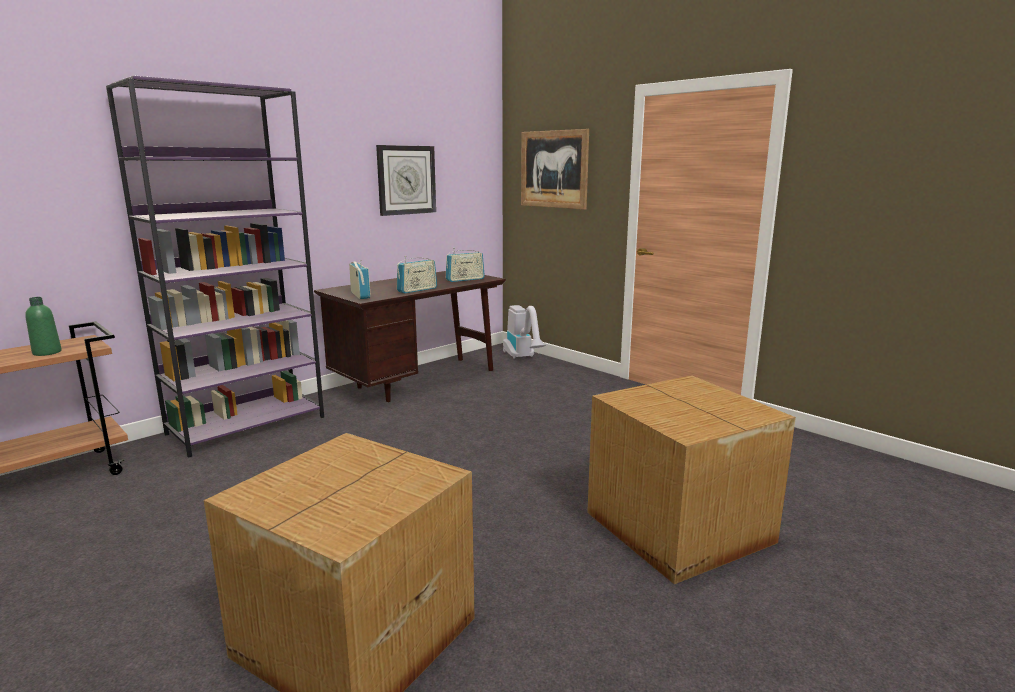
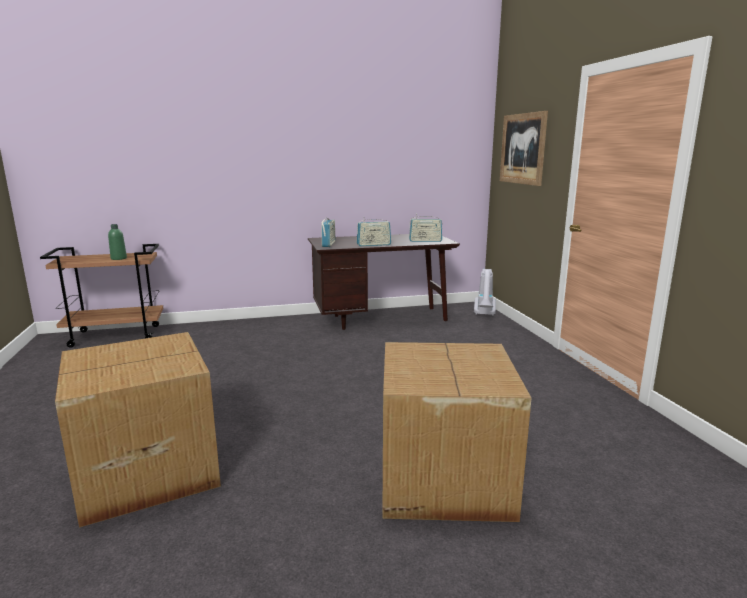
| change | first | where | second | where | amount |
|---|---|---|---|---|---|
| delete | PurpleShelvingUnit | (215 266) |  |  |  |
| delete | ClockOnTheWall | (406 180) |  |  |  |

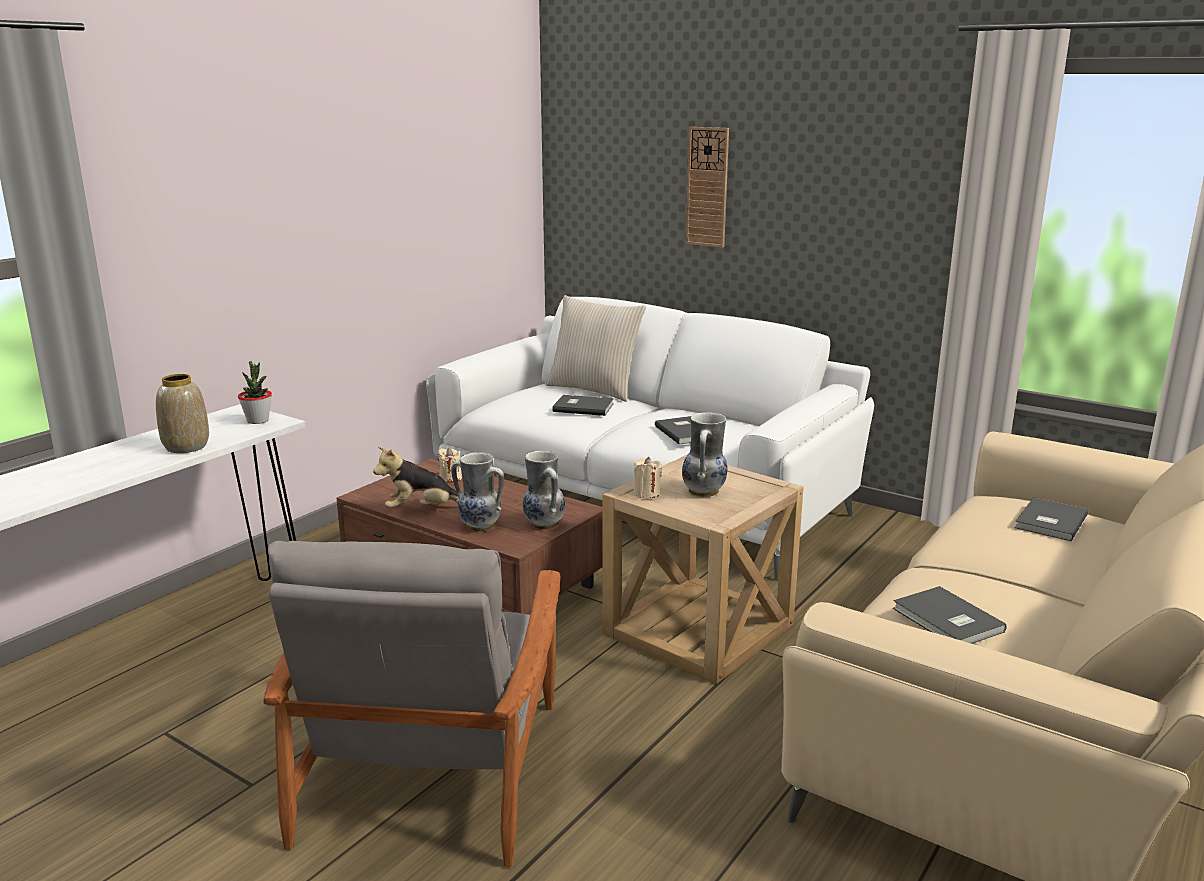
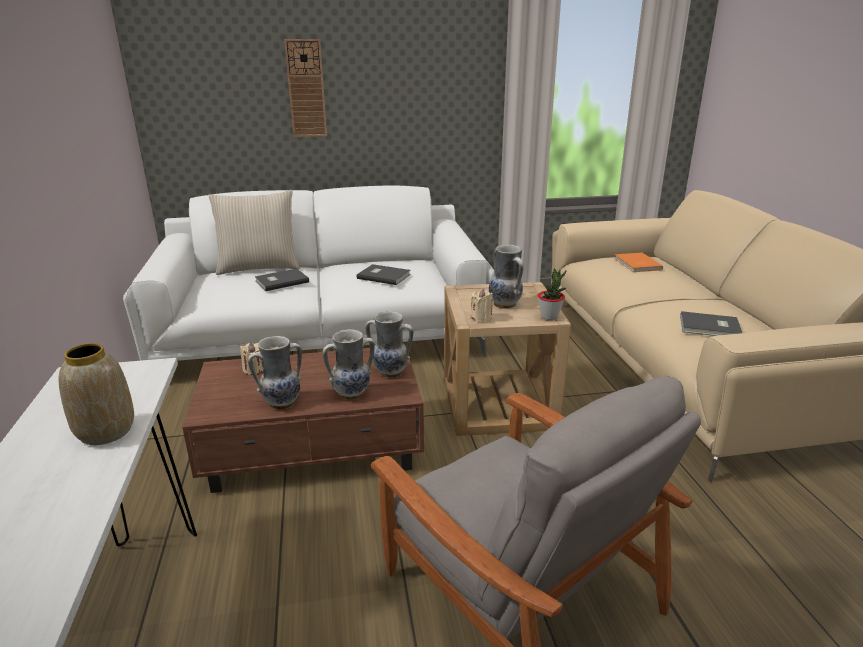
| change | first | where | second | where | amount |
|---|---|---|---|---|---|
| replace | CuddlyToy | (416 477) | FlowerVase | (275 373) |  |
| move | PottedPlant | (255 392) |  | (552 294) |  |
| recolor | GreyVolume | (1051 519) | OrangeColouredVolume | (638 262) |  |

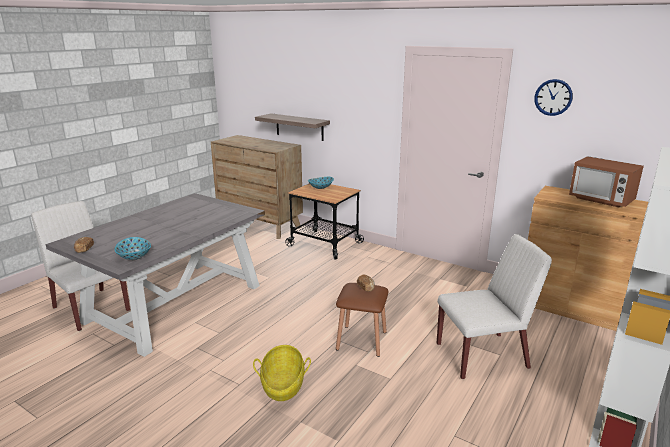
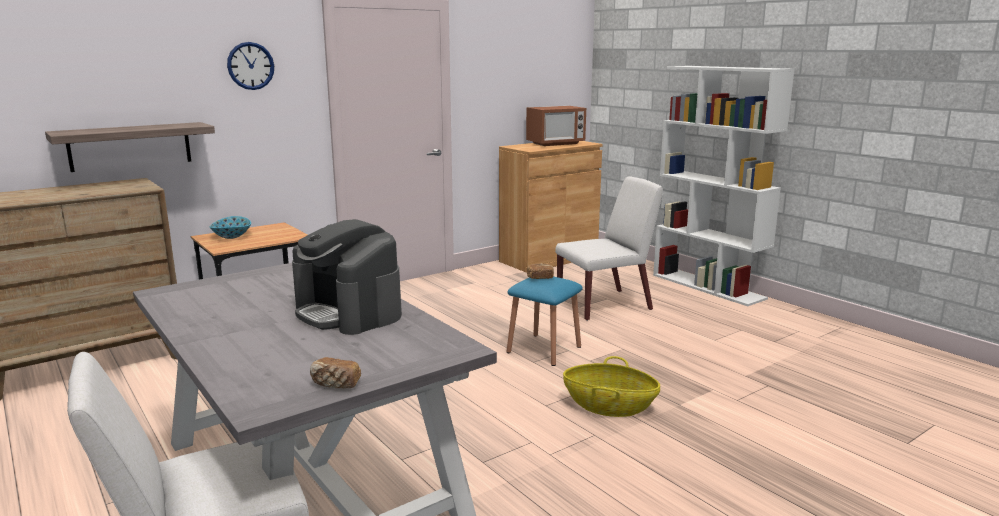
| change | first | where | second | where | amount |
|---|---|---|---|---|---|
| move | ClockOnTheWall | (553 97) |  | (250 66) |  |
| insert |  |  | CoffeeMachine | (347 277) |  |
| recolor | BrownStool | (362 320) | BluishStool | (544 321) |  |
| rotate | WhitishChair | (494 306) |  | (609 248) | 60 degrees clockwise |
| delete | ServingBowl | (133 248) |  |  |  |

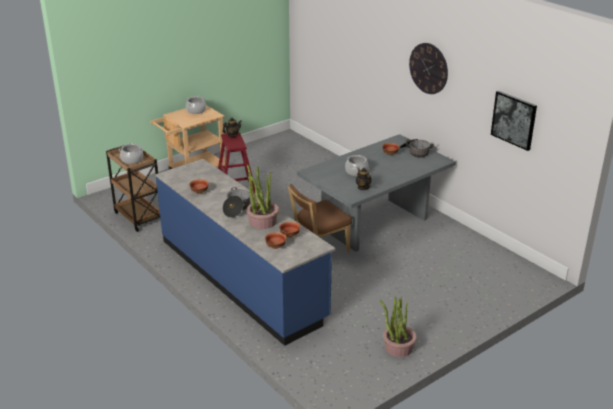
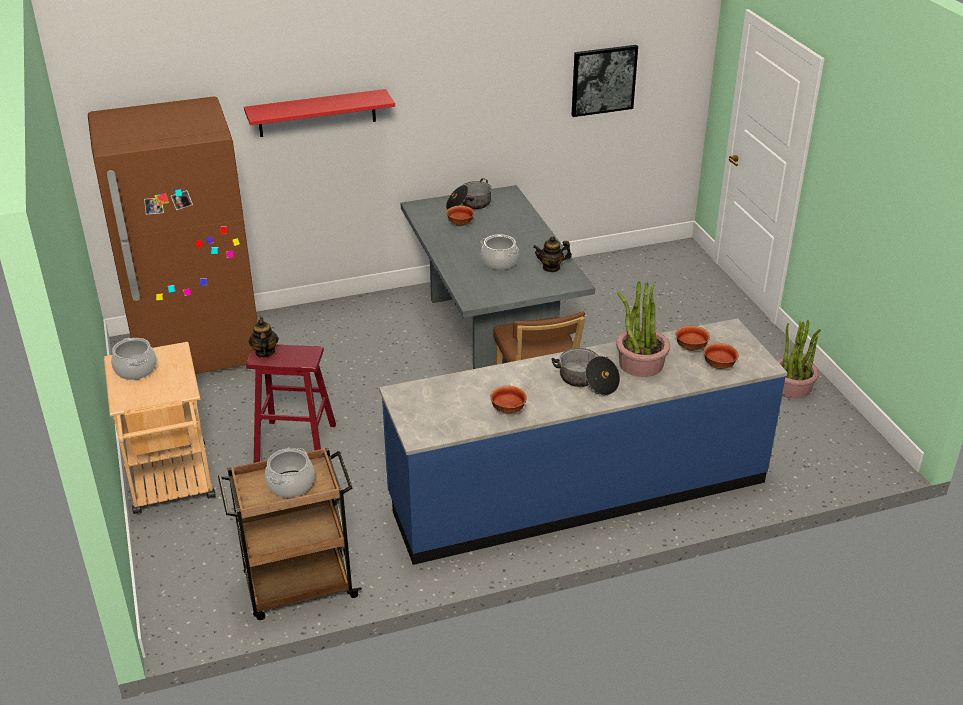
| change | first | where | second | where | amount |
|---|---|---|---|---|---|
| insert |  |  | BrownFridge | (173 235) |  |
| insert |  |  | RedColouredBracketShelf | (319 113) |  |
| delete | ClockOnTheWall | (428 68) |  |  |  |

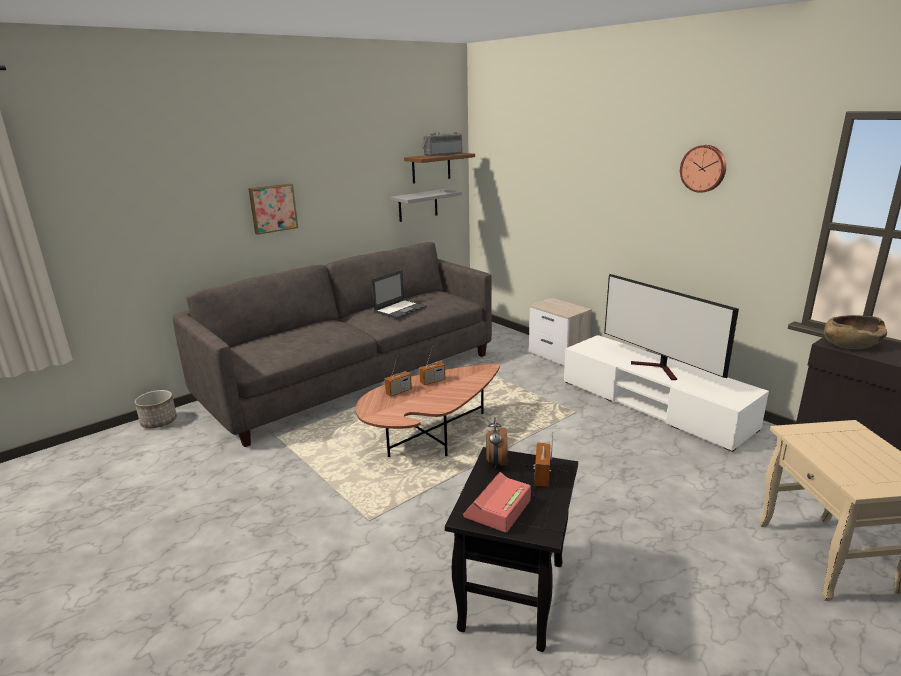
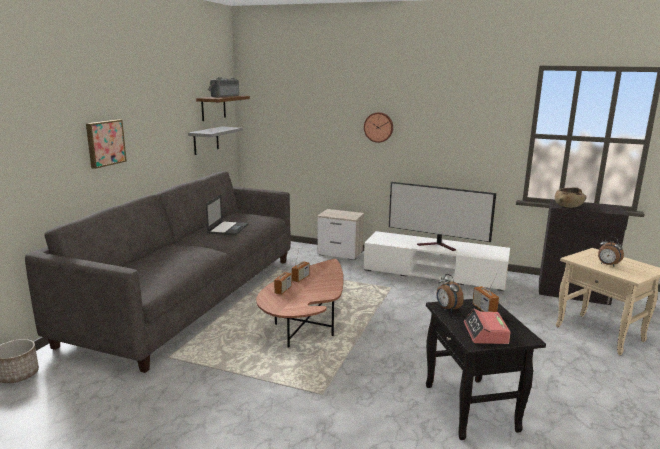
| change | first | where | second | where | amount |
|---|---|---|---|---|---|
| move | ClockOnTheWall | (703 169) |  | (378 127) |  |
| insert |  |  | BedsideClock | (611 251) |  |

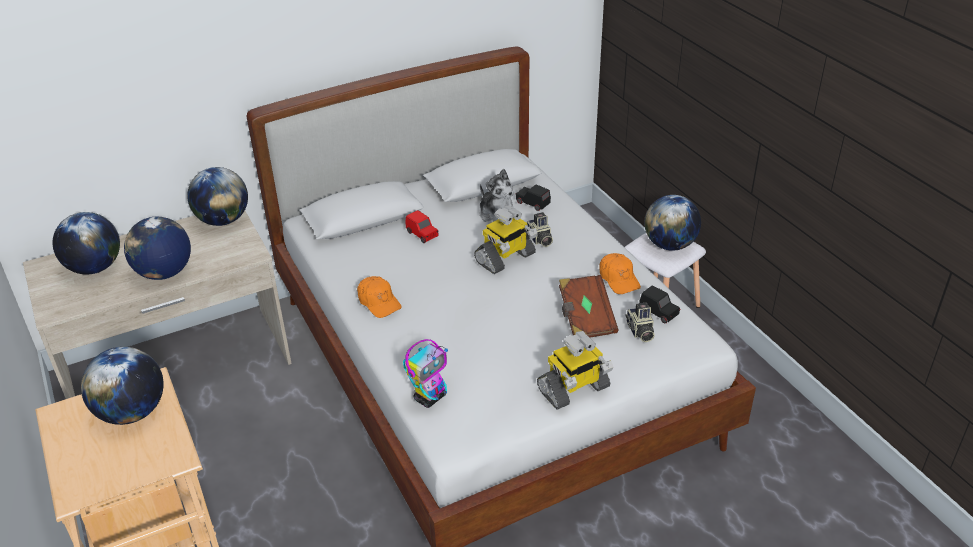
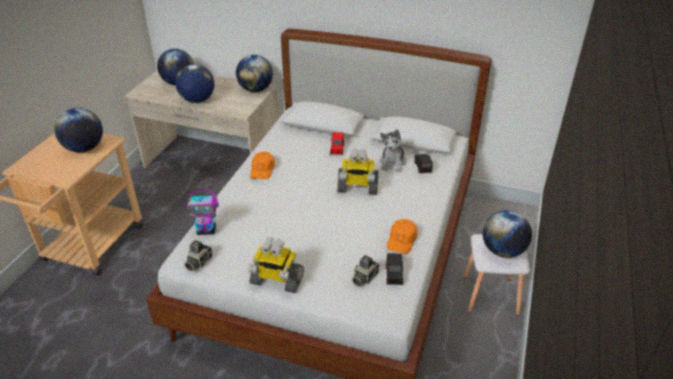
| change | first | where | second | where | amount |
|---|---|---|---|---|---|
| move | PhotoCamera | (540 229) |  | (198 256) |  |
| delete | BrownVolume | (589 306) |  |  |  |

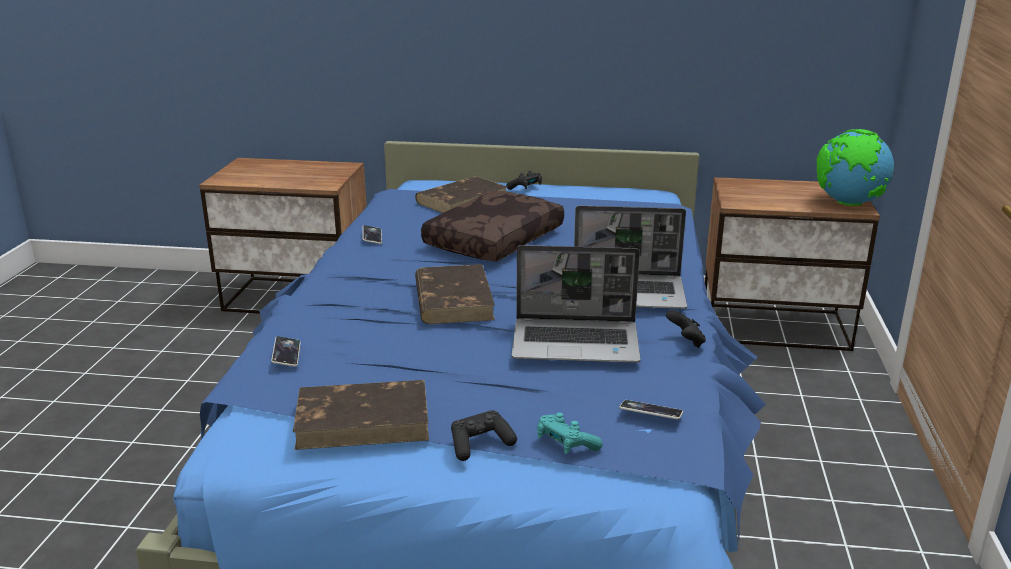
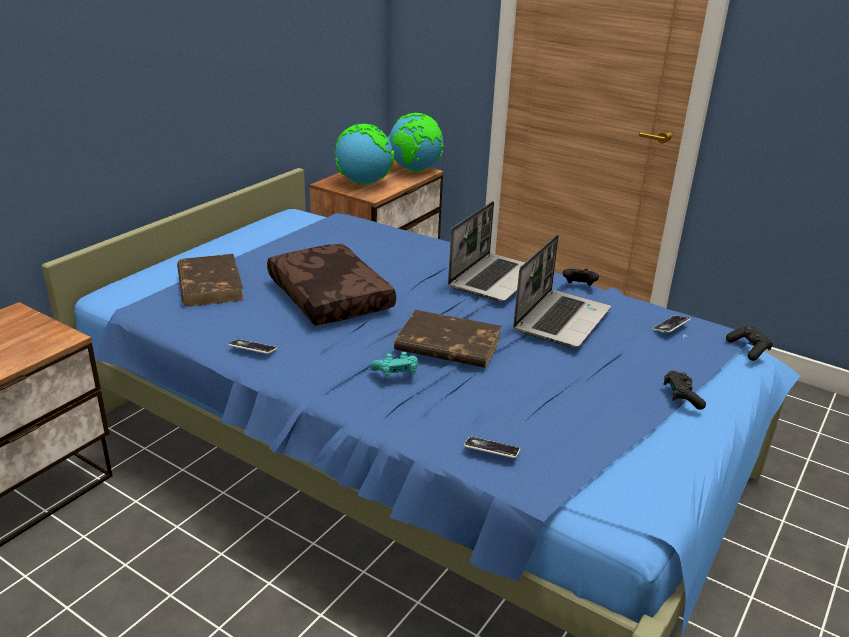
| change | first | where | second | where | amount |
|---|---|---|---|---|---|
| insert |  |  | WorldGlobe | (364 154) |  |
| move | TurquoiseGameController | (570 433) |  | (394 365) |  |
| move | BlackColouredGameController | (524 180) |  | (749 343) |  |
| delete | BrownVolume | (361 415) |  |  |  |

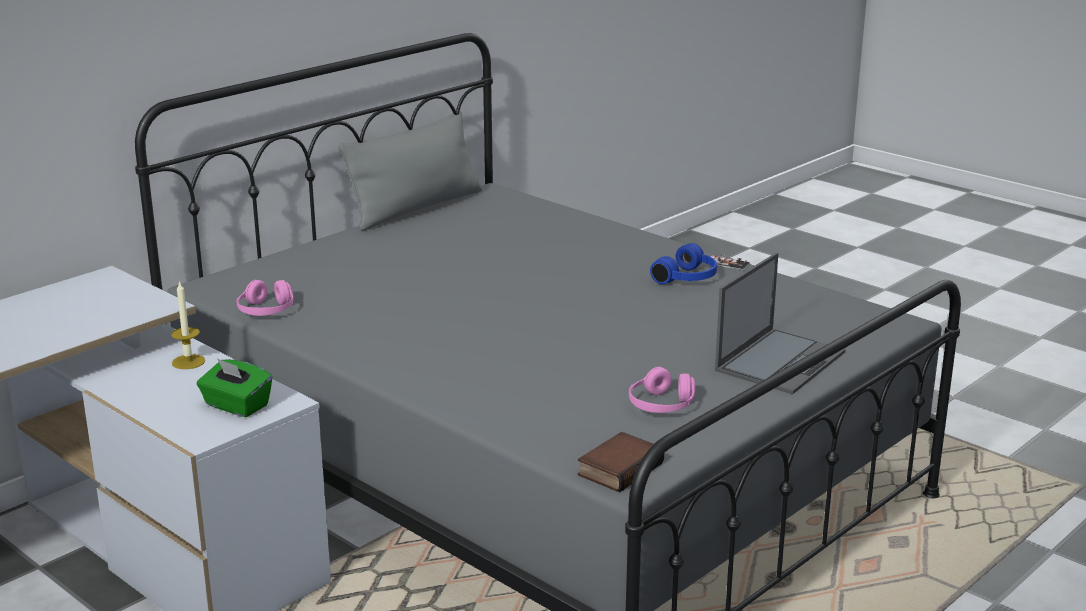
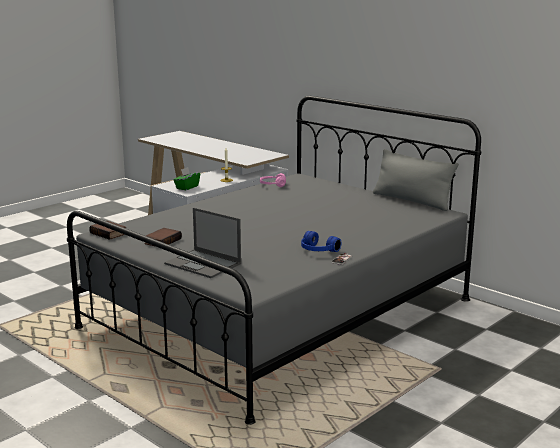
| change | first | where | second | where | amount |
|---|---|---|---|---|---|
| replace | PinkHeadset | (662 390) | Volume | (163 237) |  |

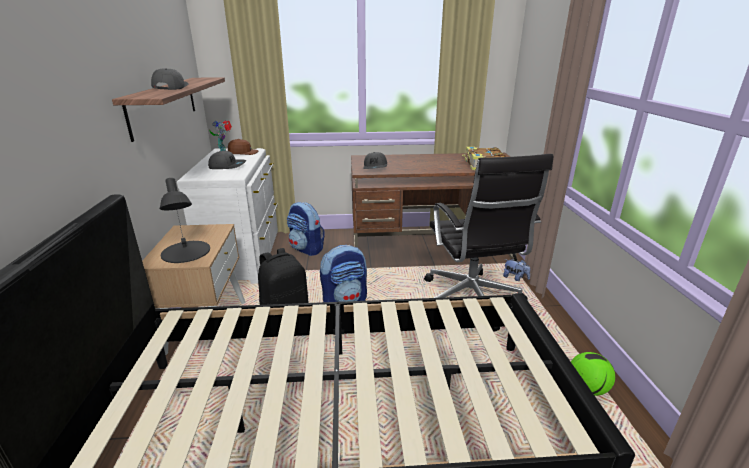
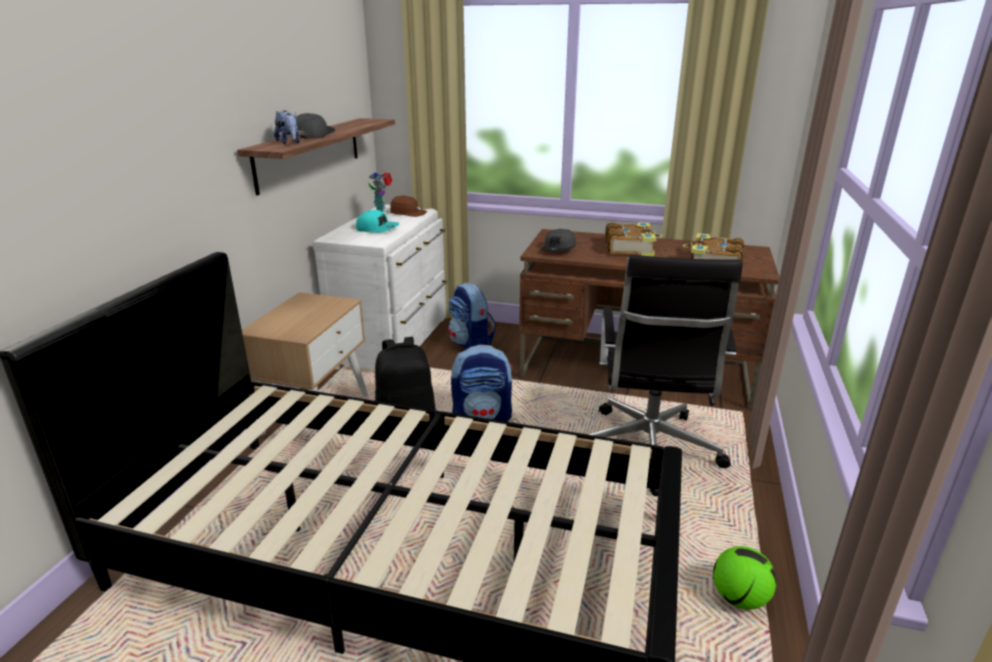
| change | first | where | second | where | amount |
|---|---|---|---|---|---|
| move | CuddlyToy | (516 270) |  | (287 127) |  |
| recolor | GreyPeakedCap | (227 160) | TurquoisePeakedCap | (378 221) |  |
| insert |  |  | Volume | (633 239) |  |
| delete | BlackColouredTableLamp | (185 220) |  |  |  |

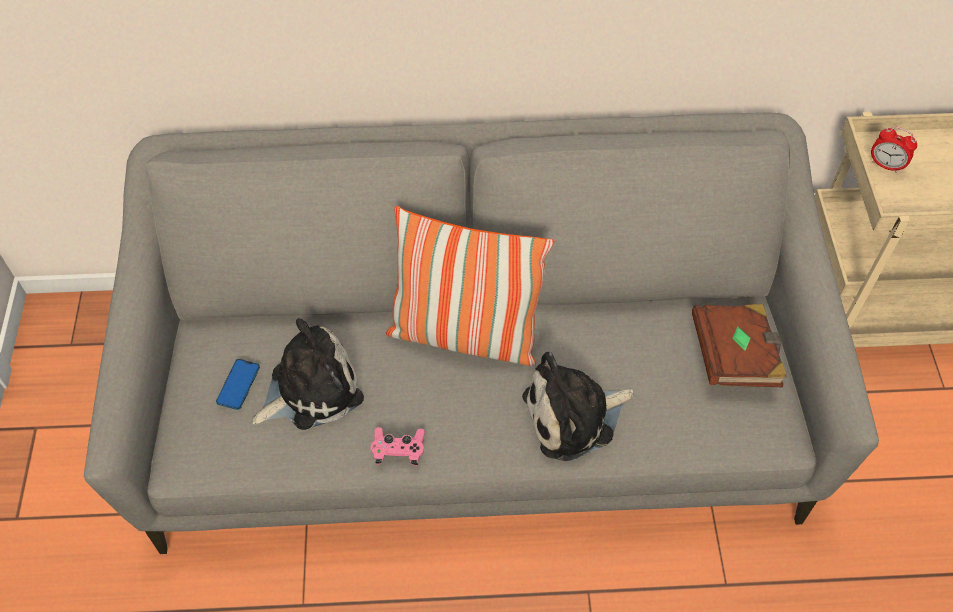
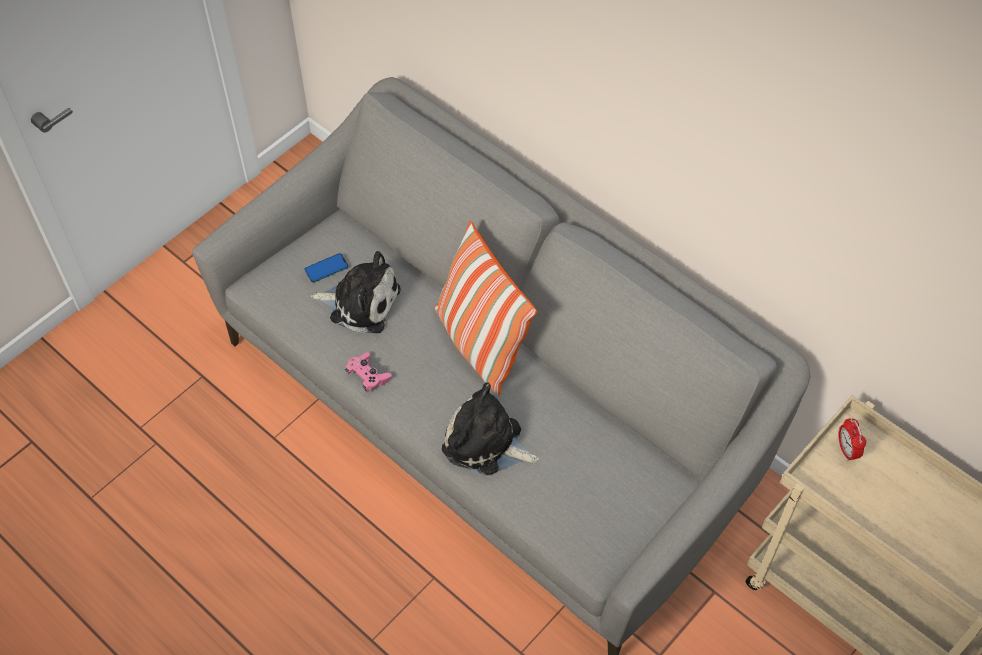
| change | first | where | second | where | amount |
|---|---|---|---|---|---|
| delete | BrownVolume | (739 345) |  |  |  |

